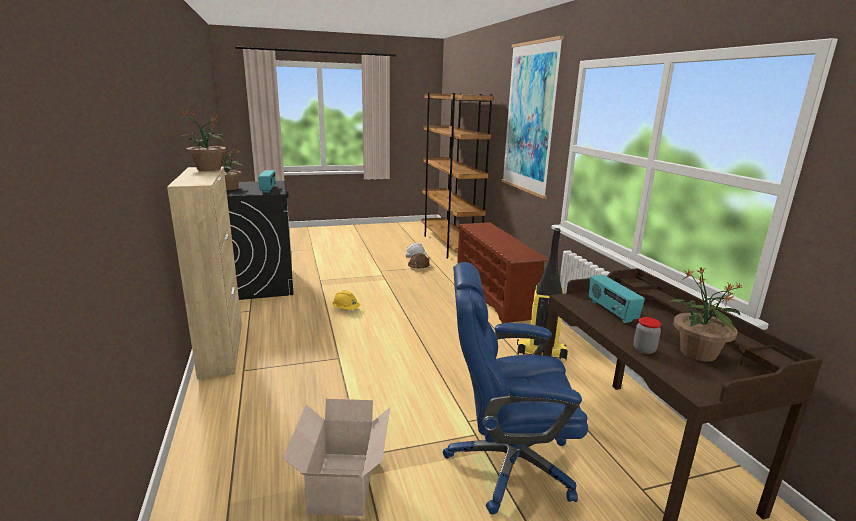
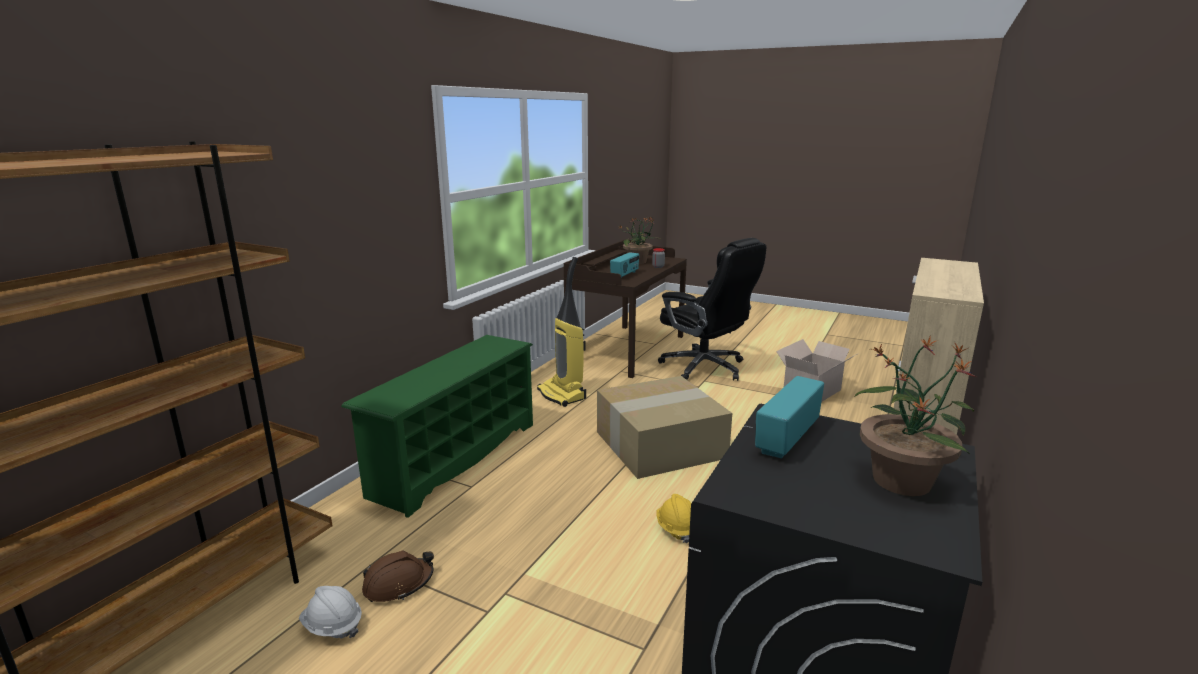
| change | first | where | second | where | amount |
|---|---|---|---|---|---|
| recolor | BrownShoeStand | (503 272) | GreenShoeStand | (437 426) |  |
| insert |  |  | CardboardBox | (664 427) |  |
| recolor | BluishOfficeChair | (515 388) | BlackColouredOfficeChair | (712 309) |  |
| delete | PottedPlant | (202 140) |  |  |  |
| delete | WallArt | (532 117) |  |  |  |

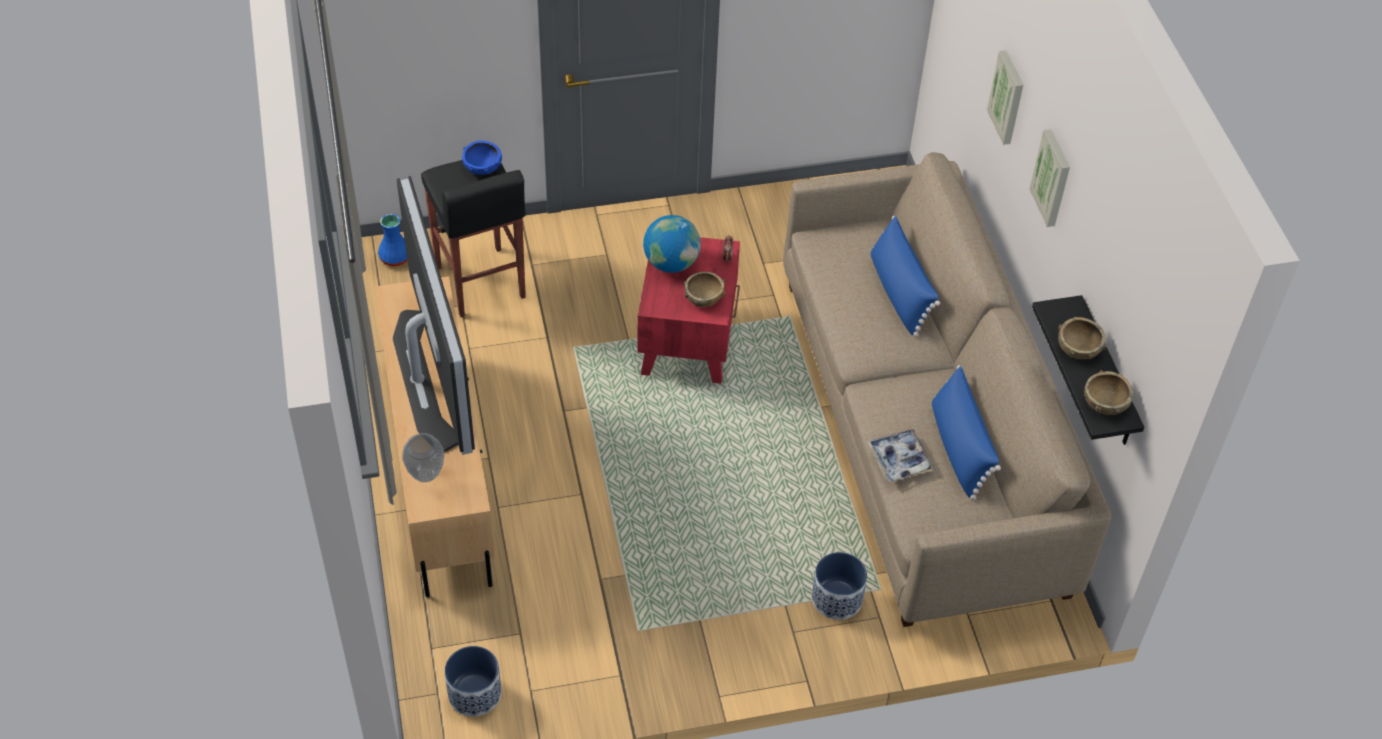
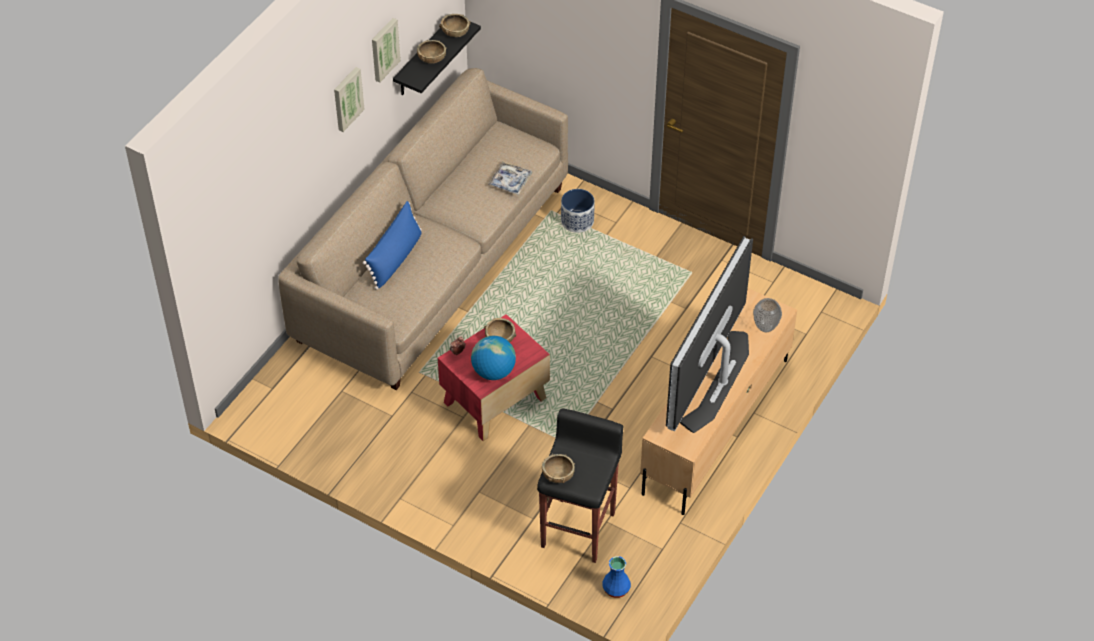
| change | first | where | second | where | amount |
|---|---|---|---|---|---|
| move | WallArt | (1005 97) |  | (386 50) |  |
| recolor | BluishServingBowl | (482 158) | BrownServingBowl | (558 468) |  |
| delete | FlowerPot | (472 681) |  |  |  |
| delete | BluishThrowPillow | (966 432) |  |  |  |

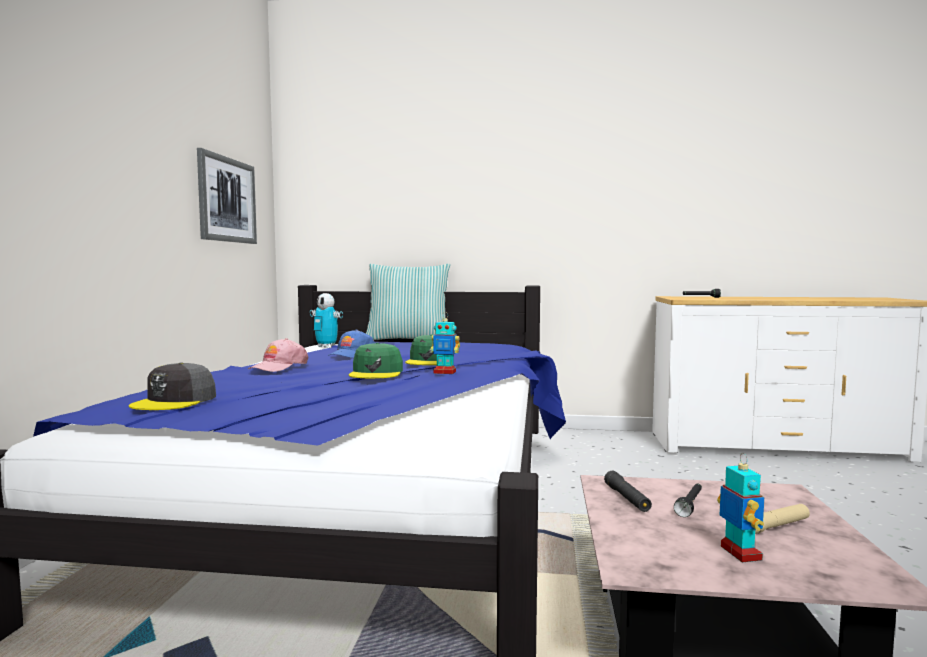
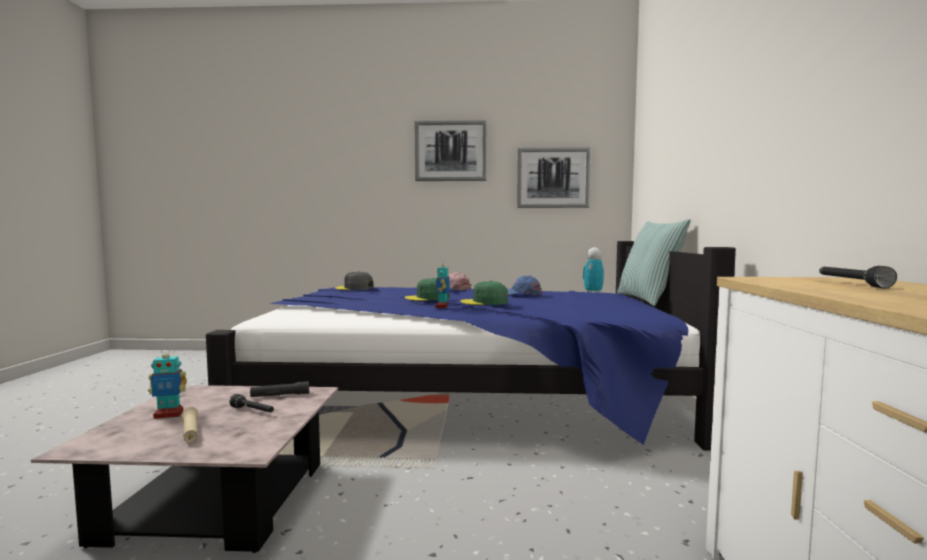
| change | first | where | second | where | amount |
|---|---|---|---|---|---|
| insert |  |  | WallArt | (451 150) |  |

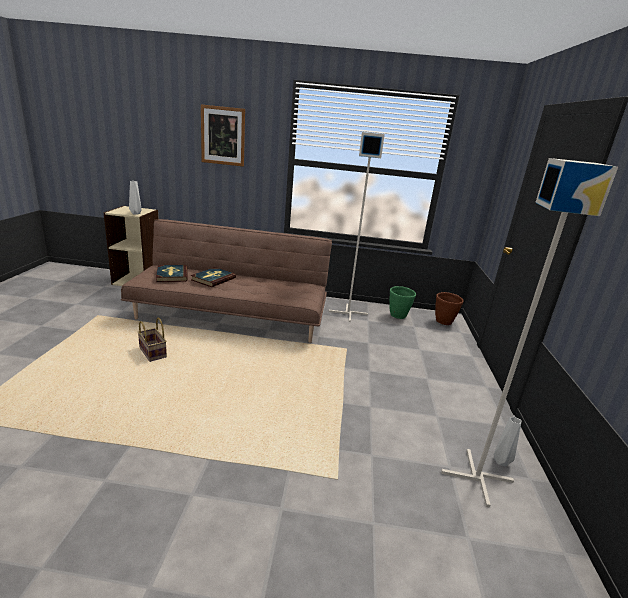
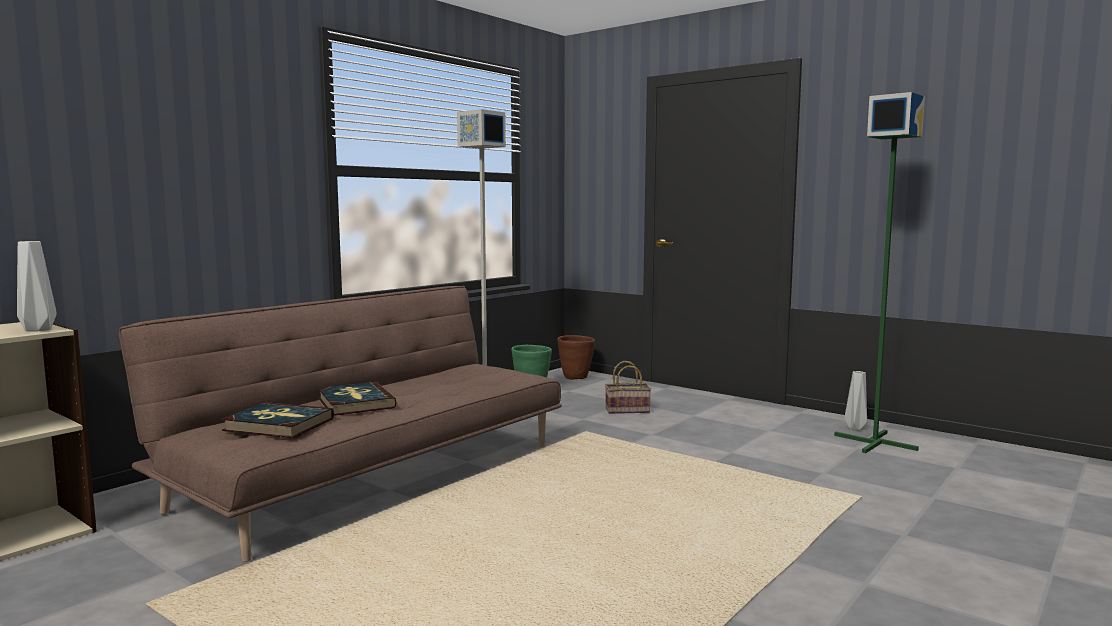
| change | first | where | second | where | amount |
|---|---|---|---|---|---|
| move | HouseholdBasket | (152 340) |  | (628 387) |  |
| recolor | GreyStandardLamp | (529 333) | GreenStandardLamp | (879 272) |  |
| delete | WallArt | (223 136) |  |  |  |

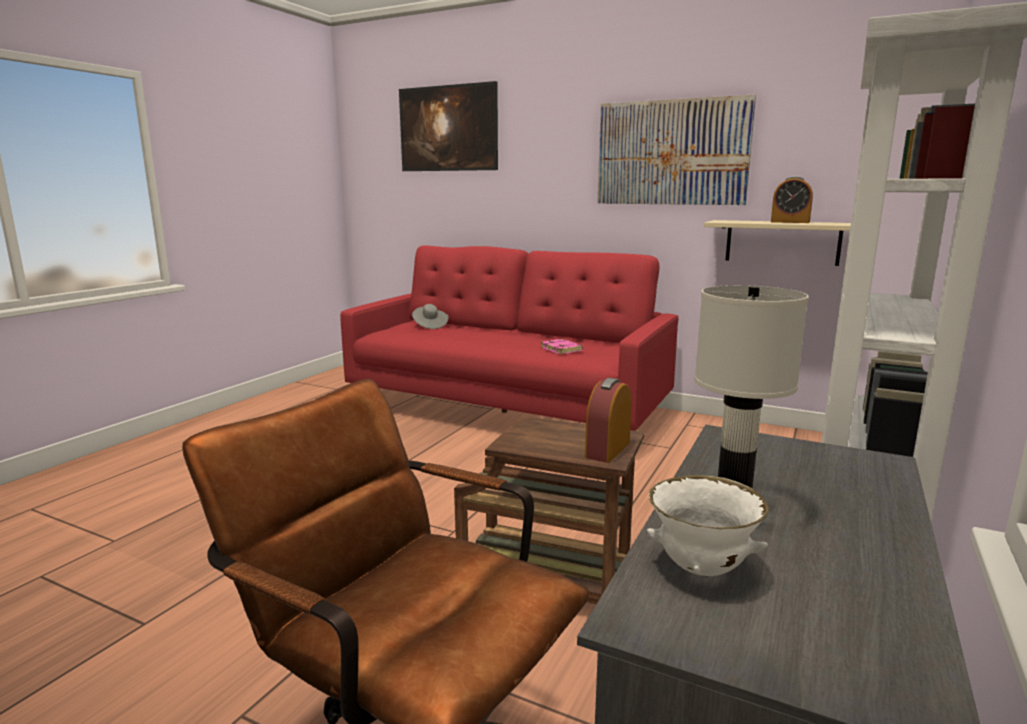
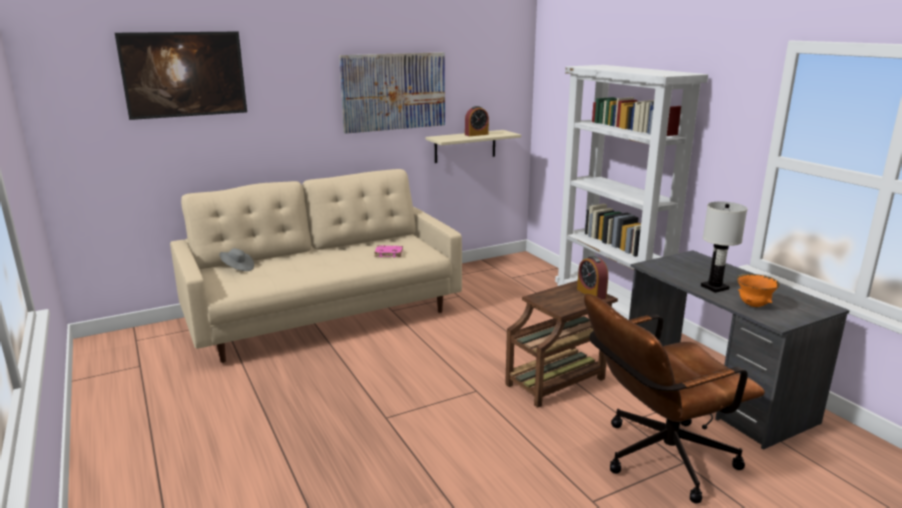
| change | first | where | second | where | amount |
|---|---|---|---|---|---|
| recolor | RedColouredSofa | (509 338) | BeigeSofa | (316 266) |  |
| recolor | WhitishServingBowl | (708 525) | OrangeColouredServingBowl | (758 290) |  |

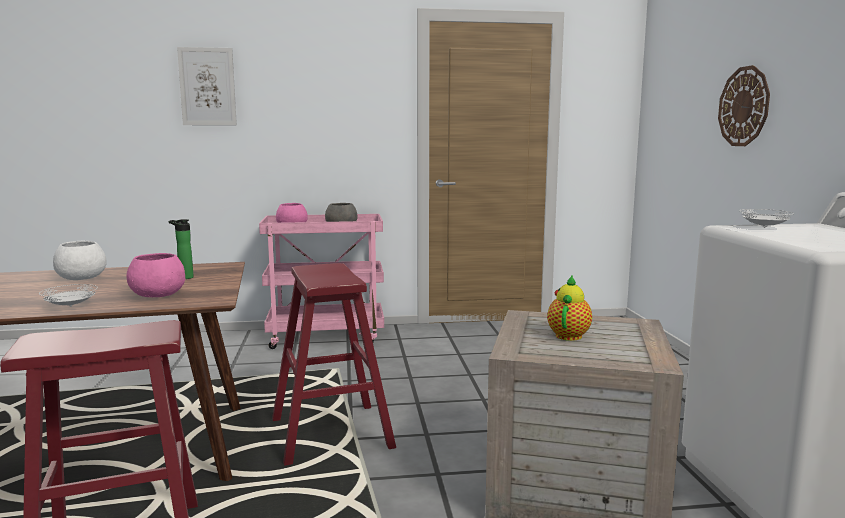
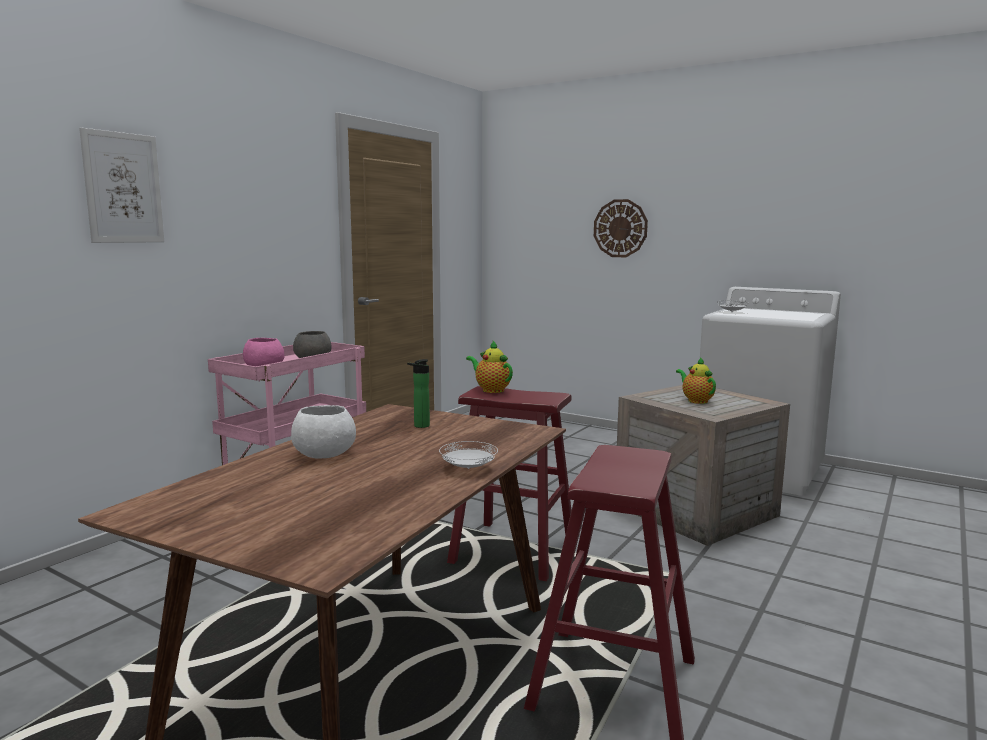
| change | first | where | second | where | amount |
|---|---|---|---|---|---|
| insert |  |  | TeaPot | (489 367) |  |
| delete | PinkServingBowl | (156 275) |  |  |  |

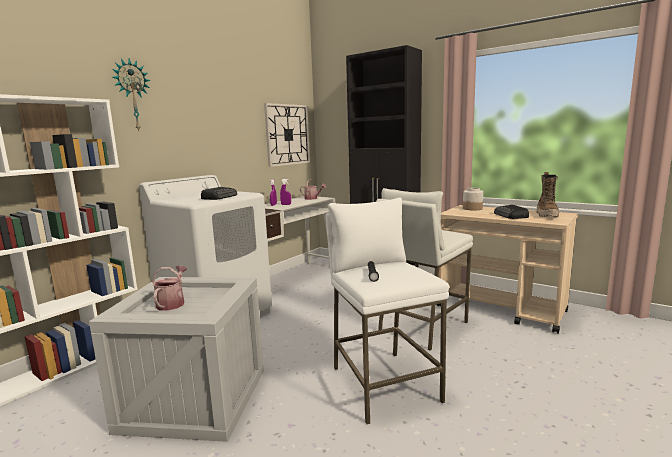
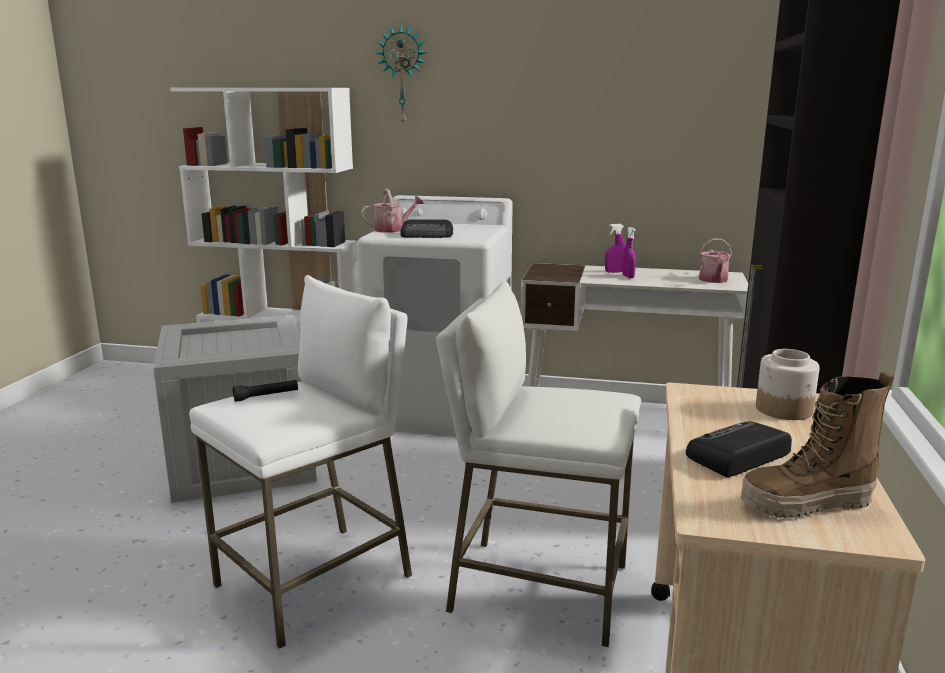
| change | first | where | second | where | amount |
|---|---|---|---|---|---|
| move | WateringCan | (169 288) |  | (392 211) |  |
| delete | ClockOnTheWall | (287 135) |  |  |  |

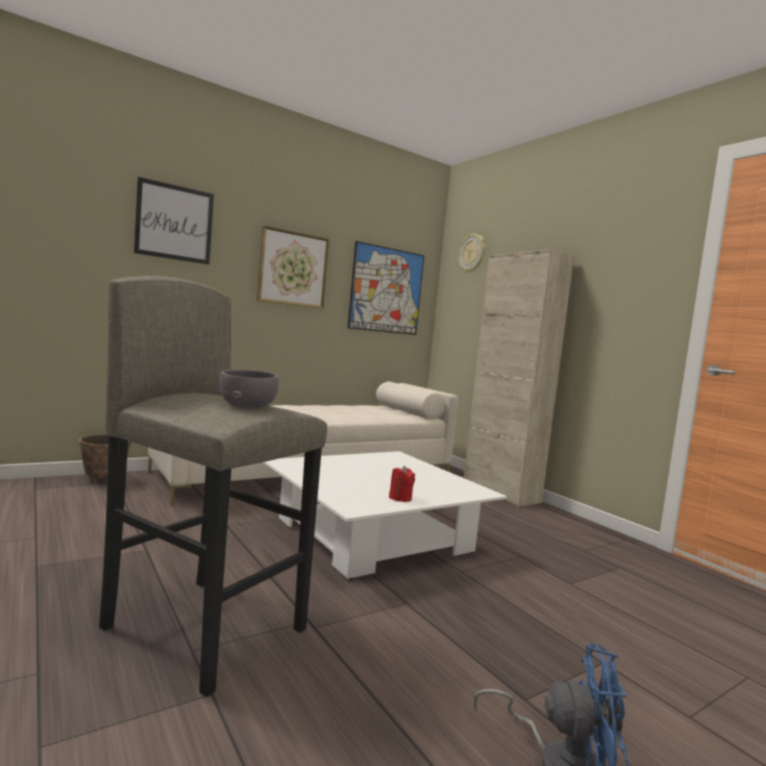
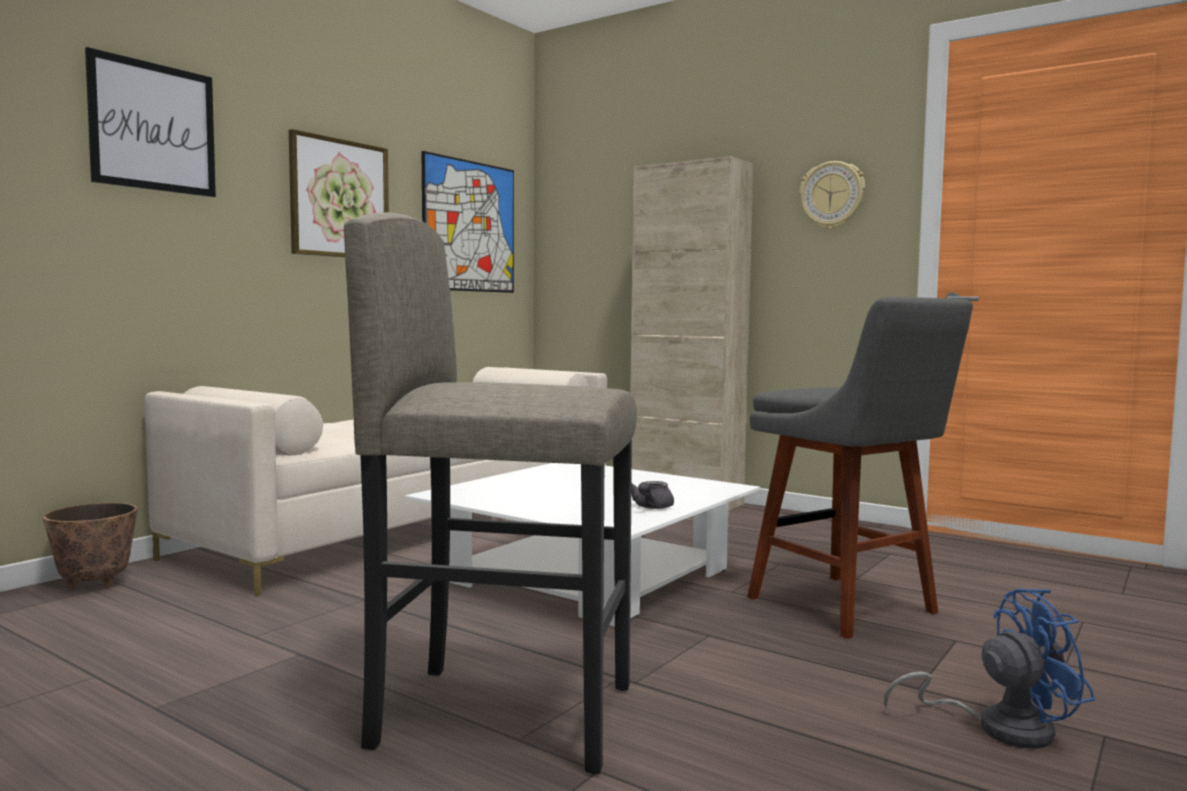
| change | first | where | second | where | amount |
|---|---|---|---|---|---|
| replace | RedColouredCandle | (402 484) | GreyTeaPot | (652 495) |  |
| insert |  |  | GreyStool | (860 468) |  |
| move | ClockOnTheWall | (472 253) |  | (832 195) |  |
| delete | GreyServingBowl | (249 389) |  |  |  |

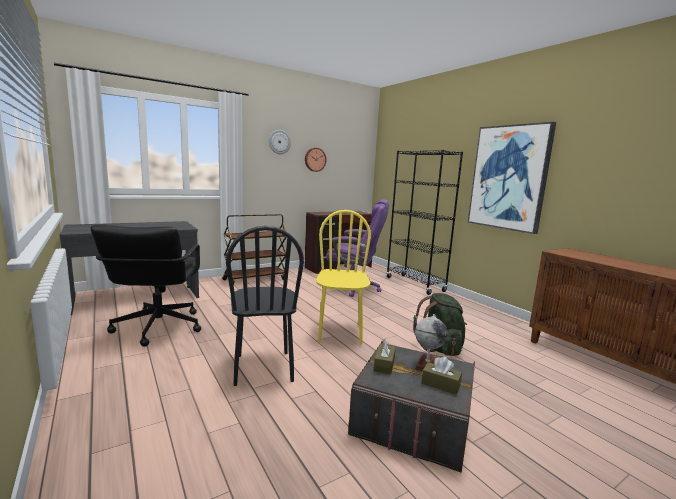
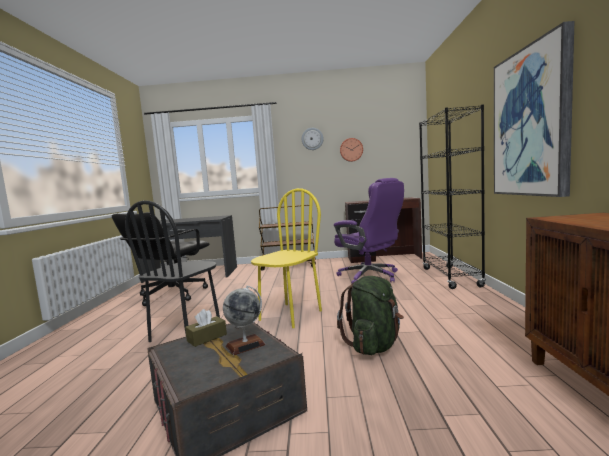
| change | first | where | second | where | amount |
|---|---|---|---|---|---|
| delete | BrownBoxOfTissues | (441 376) |  |  |  |

